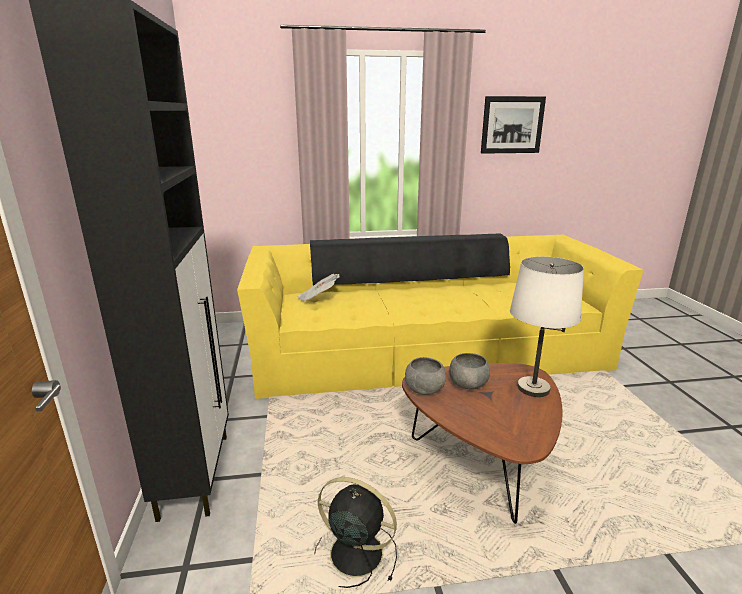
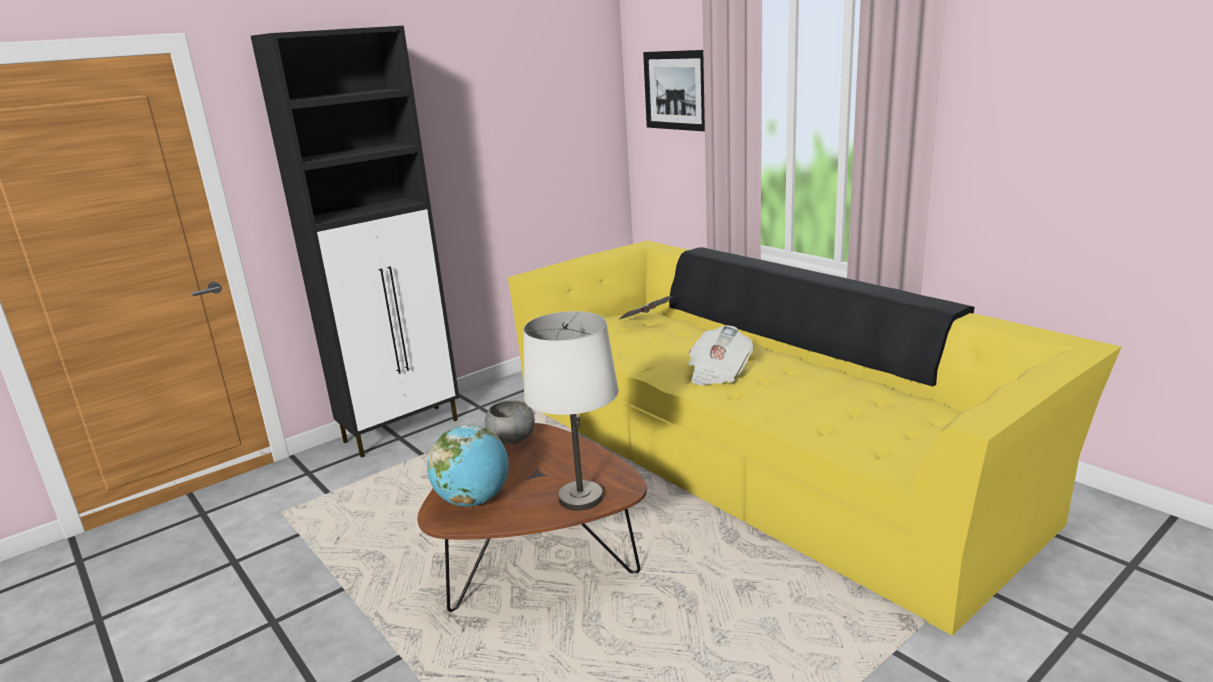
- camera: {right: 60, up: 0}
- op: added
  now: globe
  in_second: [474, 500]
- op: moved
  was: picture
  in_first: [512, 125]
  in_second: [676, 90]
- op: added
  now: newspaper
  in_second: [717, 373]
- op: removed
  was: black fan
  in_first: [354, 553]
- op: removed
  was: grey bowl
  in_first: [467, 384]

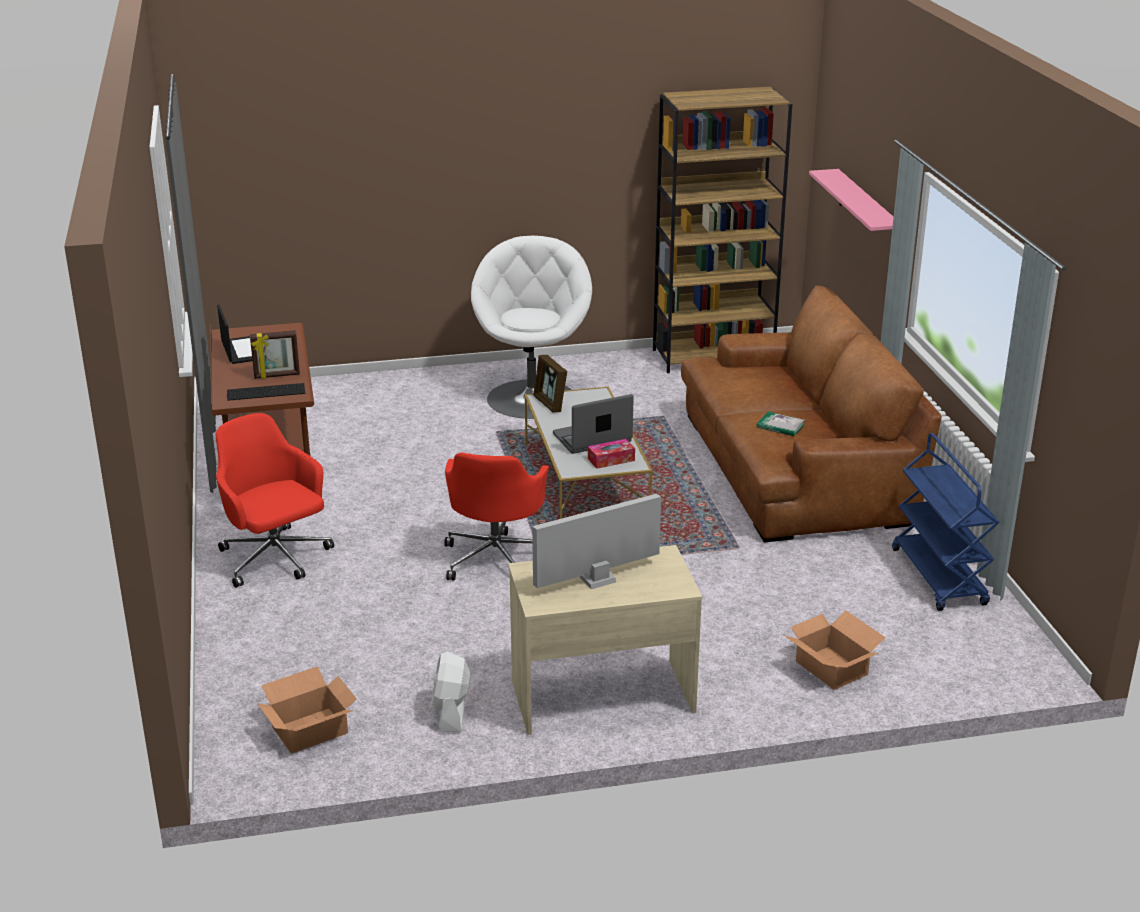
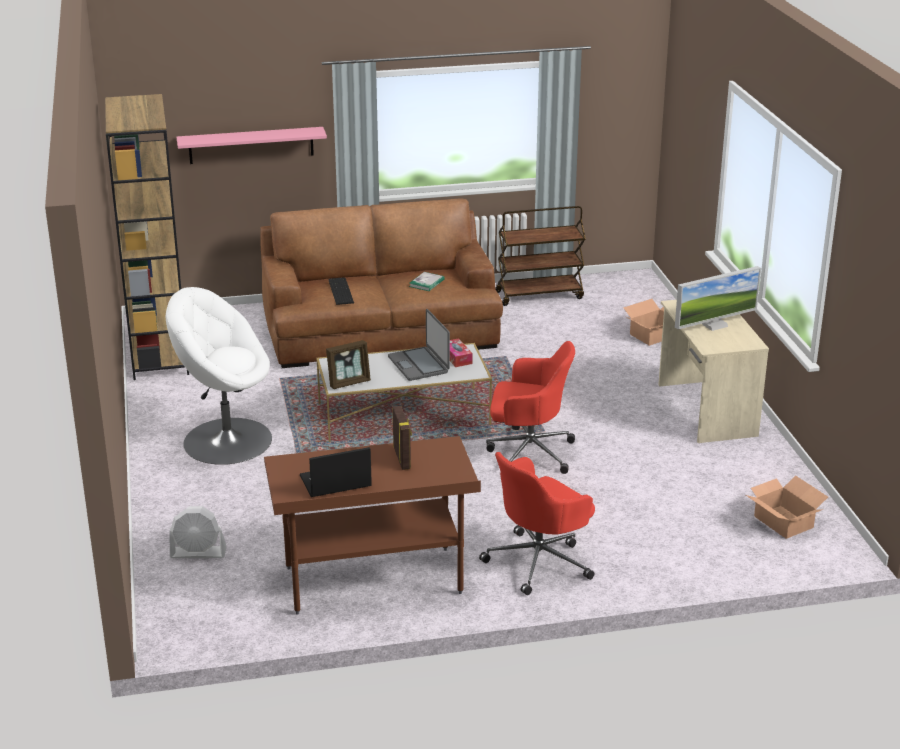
- camera: {right: -90, up: 0}
- op: moved
  was: white fan
  in_first: [451, 712]
  in_second: [198, 553]
- op: moved
  was: keyboard
  in_first: [265, 391]
  in_second: [340, 291]
- op: recoloured
  was: blue cart
  now: brown cart
  in_first: [939, 577]
  in_second: [539, 295]
- op: turned
  was: monitor
  in_first: [597, 579]
  in_second: [714, 325]
  clockwise: -90

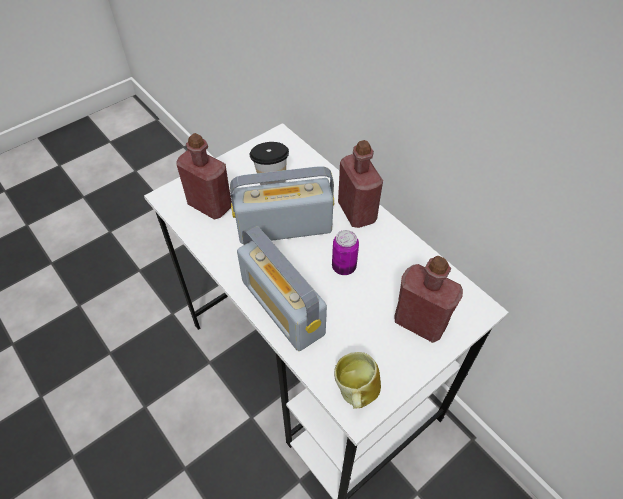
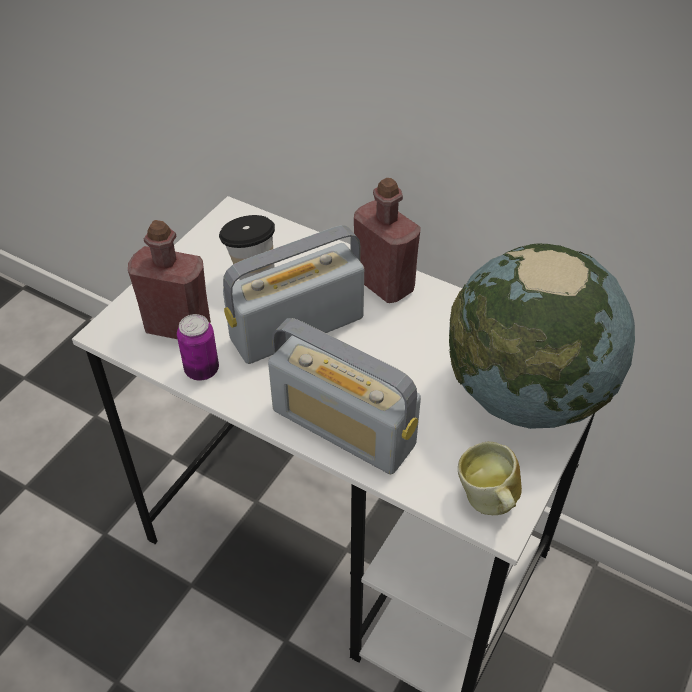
- camera: {right: -20, up: -5}
- op: moved
  was: can
  in_first: [344, 267]
  in_second: [202, 370]
- op: replaced
  was: red bottle
  now: globe
  in_first: [420, 322]
  in_second: [526, 394]

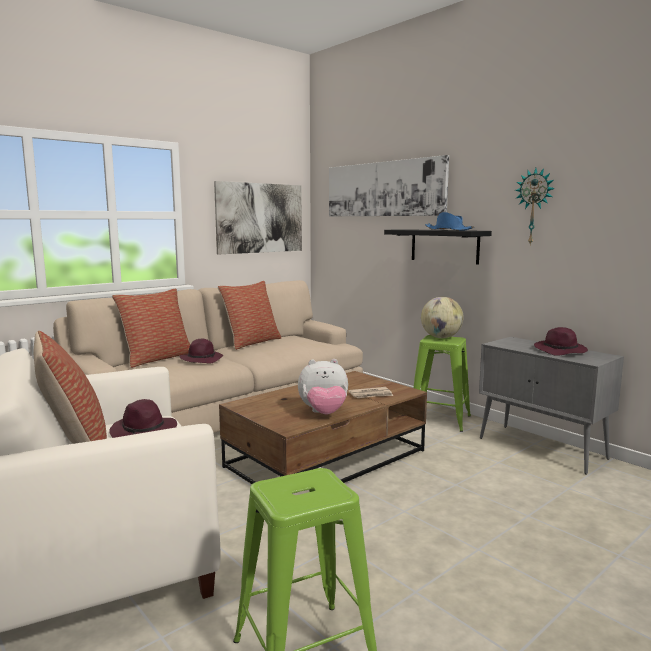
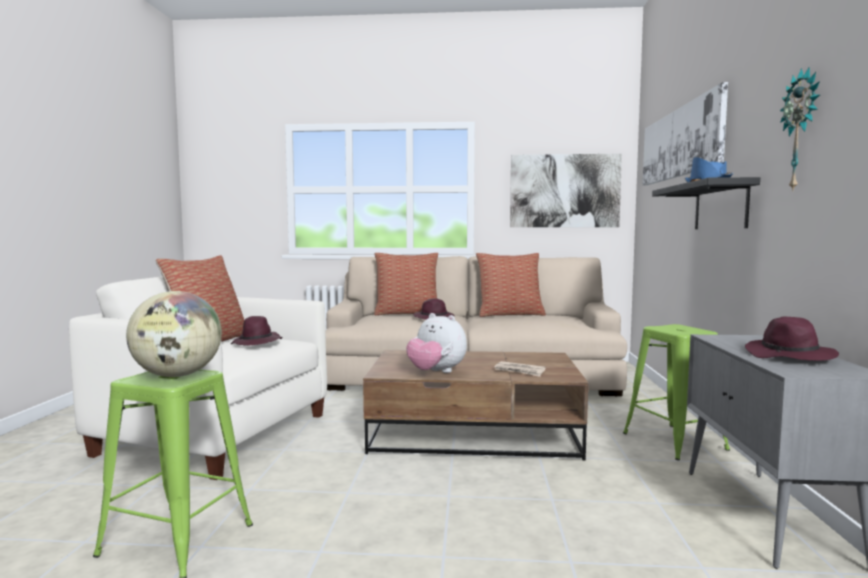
- camera: {right: 45, up: -5}
- op: moved
  was: globe
  in_first: [441, 337]
  in_second: [177, 375]

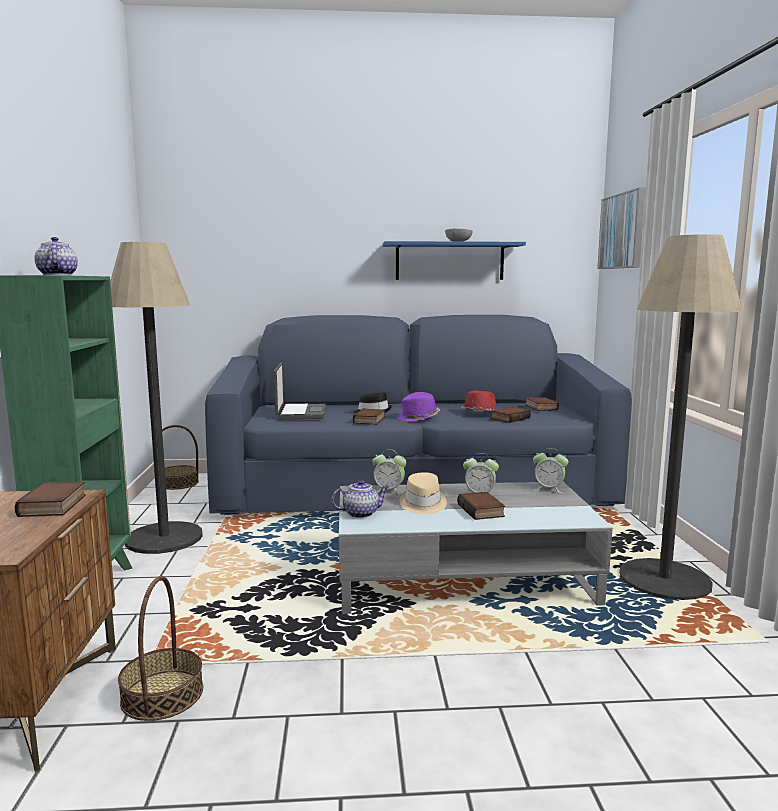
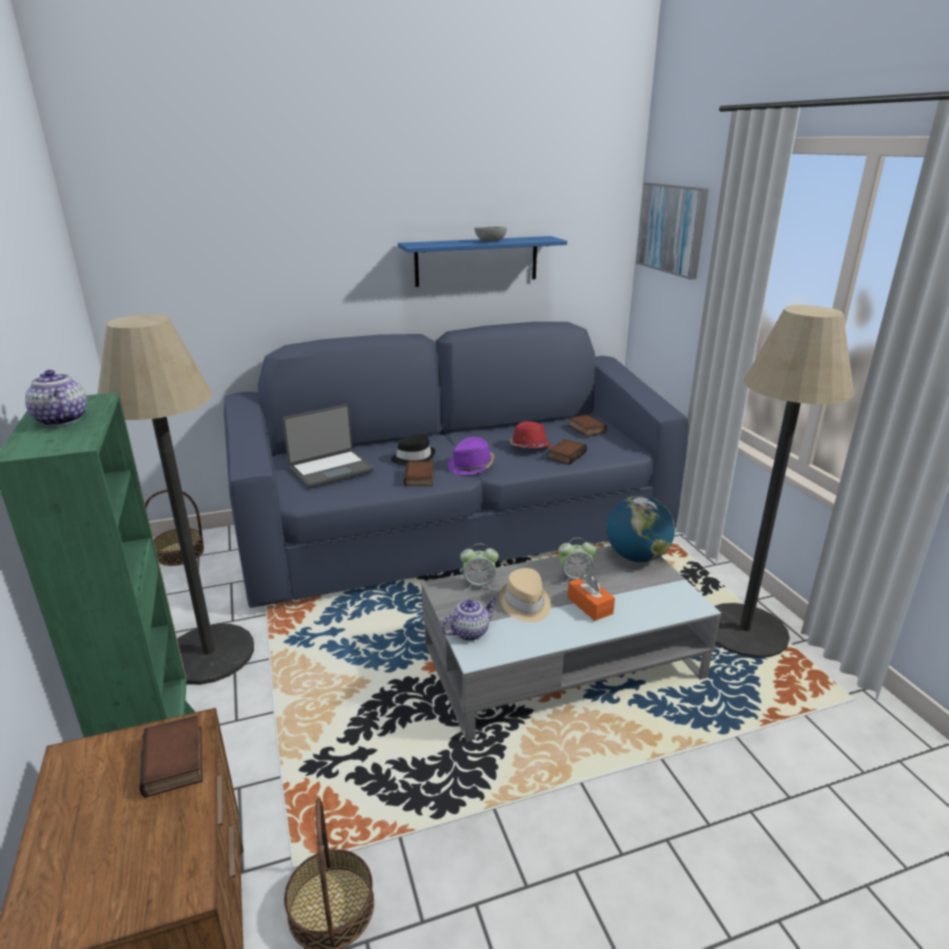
- camera: {right: -15, up: 15}
- op: turned
  was: laptop
  in_first: [300, 413]
  in_second: [331, 469]
  clockwise: 75
- op: replaced
  was: book
  now: orange tissue box
  in_first: [482, 510]
  in_second: [589, 605]
- op: replaced
  was: alarm clock
  now: globe
  in_first: [549, 489]
  in_second: [636, 557]

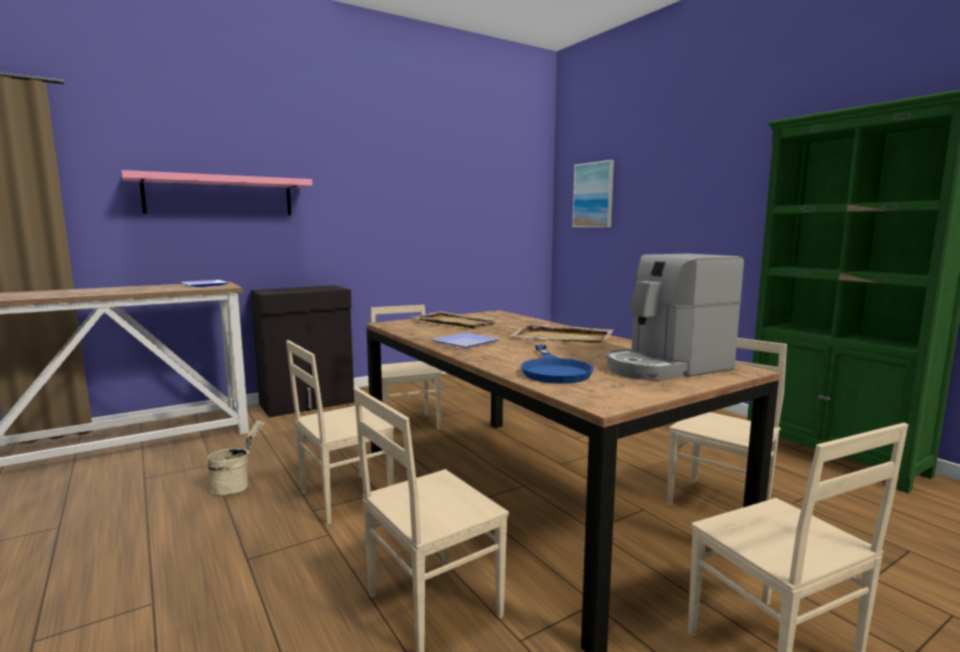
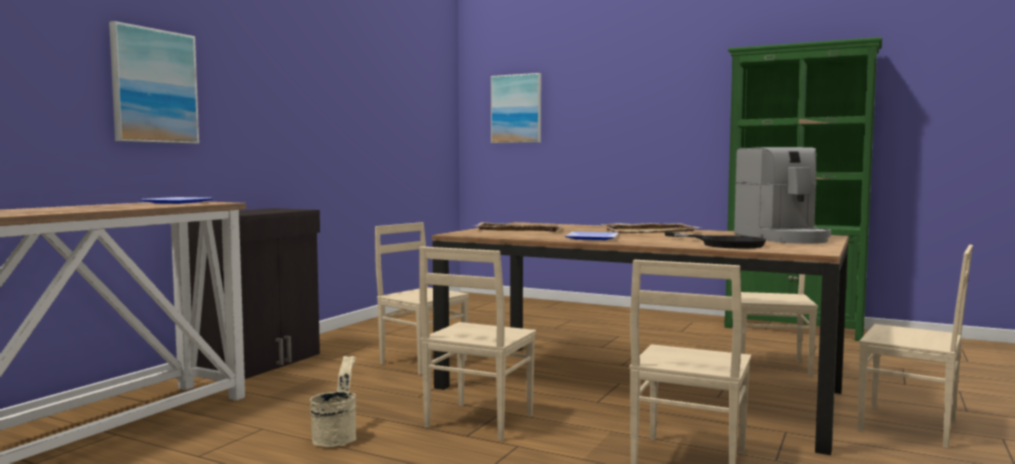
- camera: {right: -30, up: -5}
- op: replaced
  was: pink shelf
  now: picture
  in_first: [220, 196]
  in_second: [154, 86]
- op: recoloured
  was: blue frying pan
  now: black frying pan
  in_first: [554, 370]
  in_second: [723, 244]
- op: turned
  was: coffee machine
  in_first: [666, 367]
  in_second: [783, 238]
  clockwise: -45

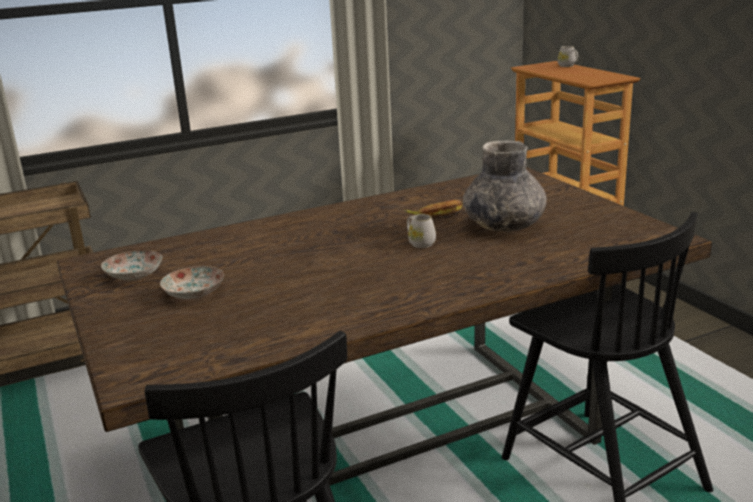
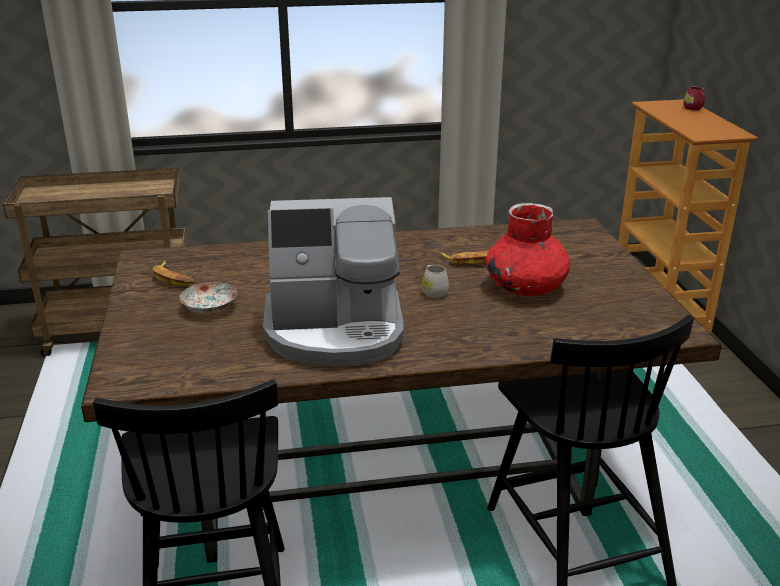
- camera: {right: 15, up: 5}
- op: replaced
  was: plate
  now: banana
  in_first: [135, 274]
  in_second: [173, 278]
- op: added
  now: coffee machine
  in_second: [335, 331]
- op: recoloured
  was: grey vase
  now: red vase
  in_first: [503, 225]
  in_second: [525, 287]
- op: recoloured
  was: white mug
  now: red mug
  in_first: [568, 66]
  in_second: [694, 109]

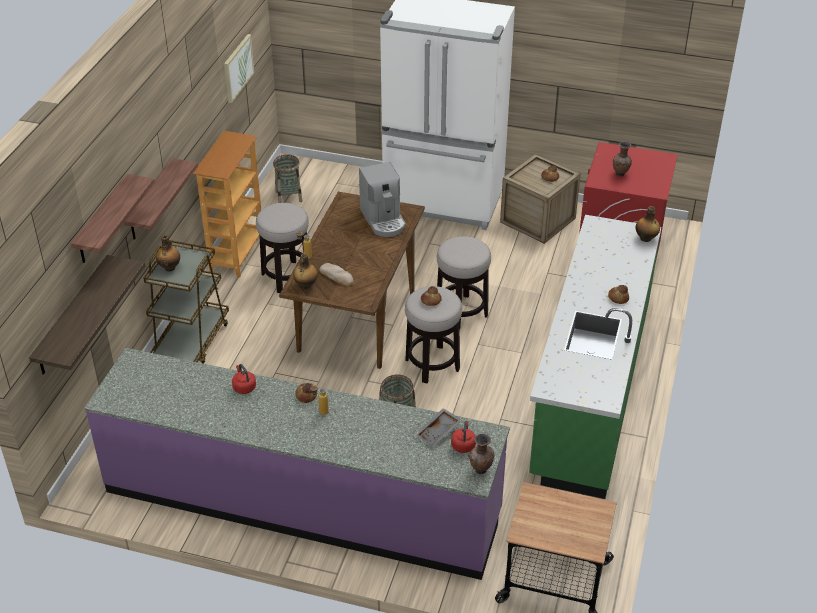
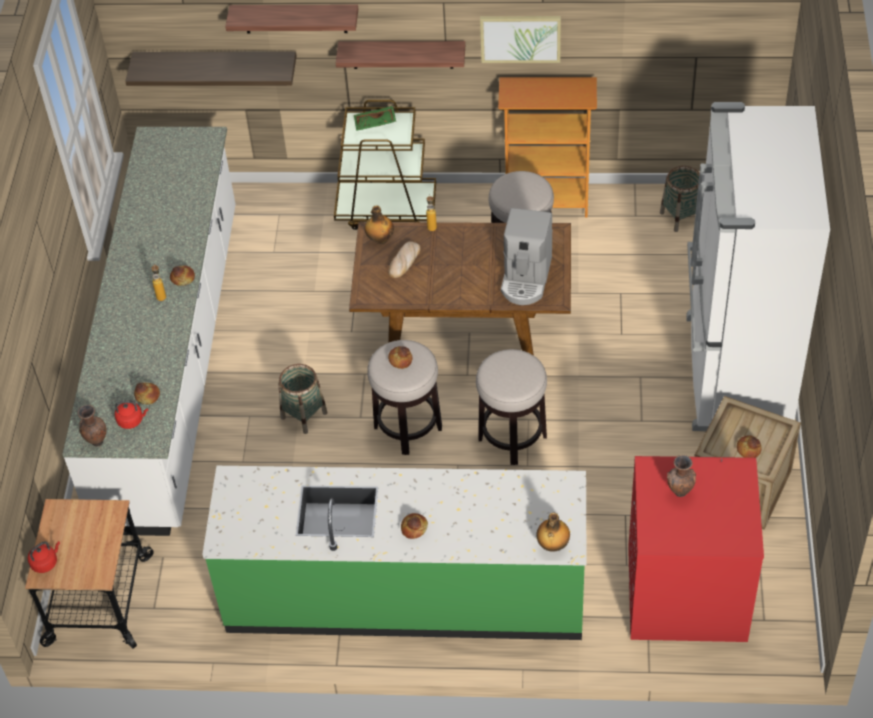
- camera: {right: 80, up: 10}
- op: moved
  was: red kettle
  in_first: [244, 387]
  in_second: [45, 562]
- op: recoloured
  was: purple counter
  now: white counter
  in_first: [302, 502]
  in_second: [172, 363]
- op: replaced
  was: grey tray
  now: bread
  in_first: [439, 432]
  in_second: [147, 396]
- op: replaced
  was: bottle
  now: green tray
  in_first: [170, 267]
  in_second: [375, 123]
- op: moved
  was: picture
  in_first: [237, 68]
  in_second: [520, 38]
- op: turned
  was: coffee machine
  in_first: [383, 220]
  in_second: [526, 278]
  clockwise: -45

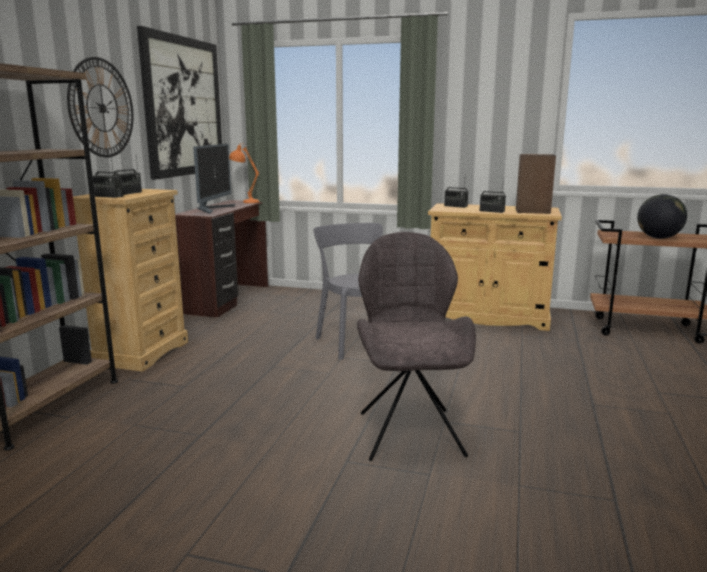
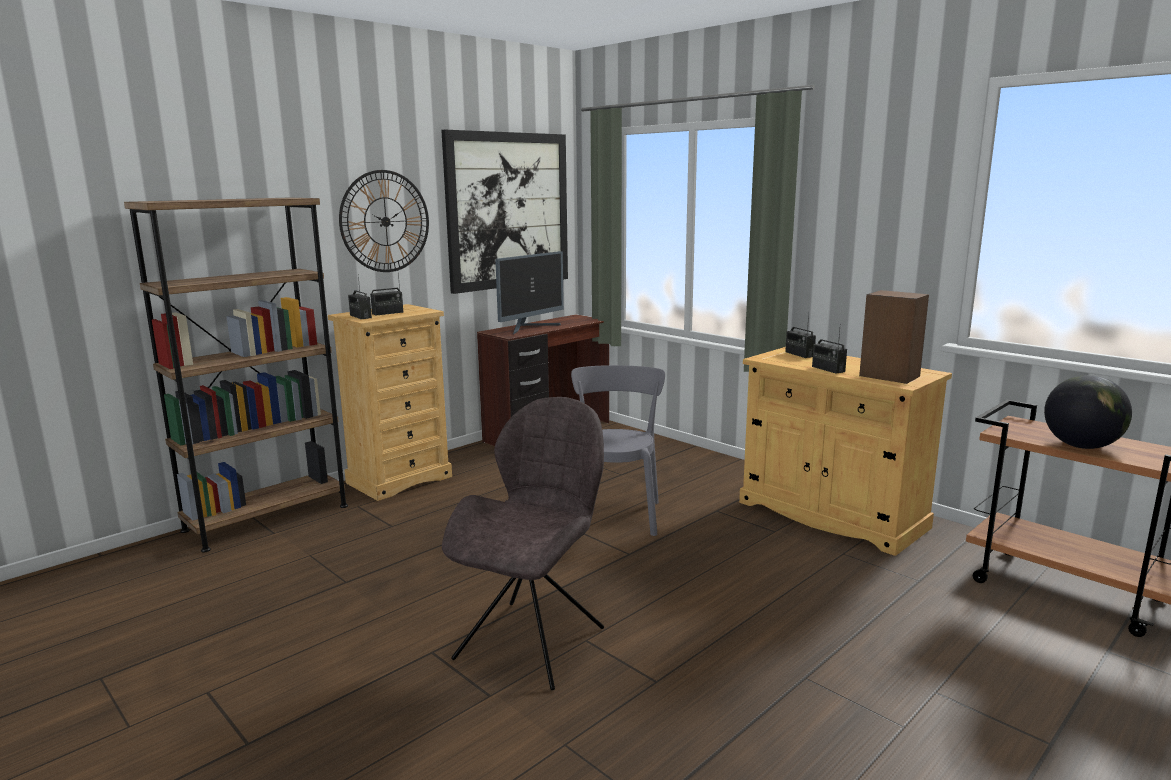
- camera: {right: 30, up: 0}
- op: removed
  was: orange table lamp
  in_first: [245, 201]

